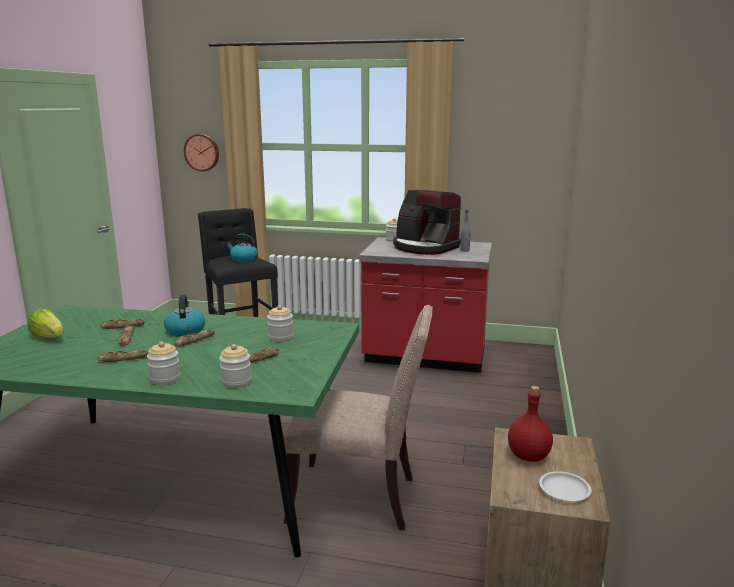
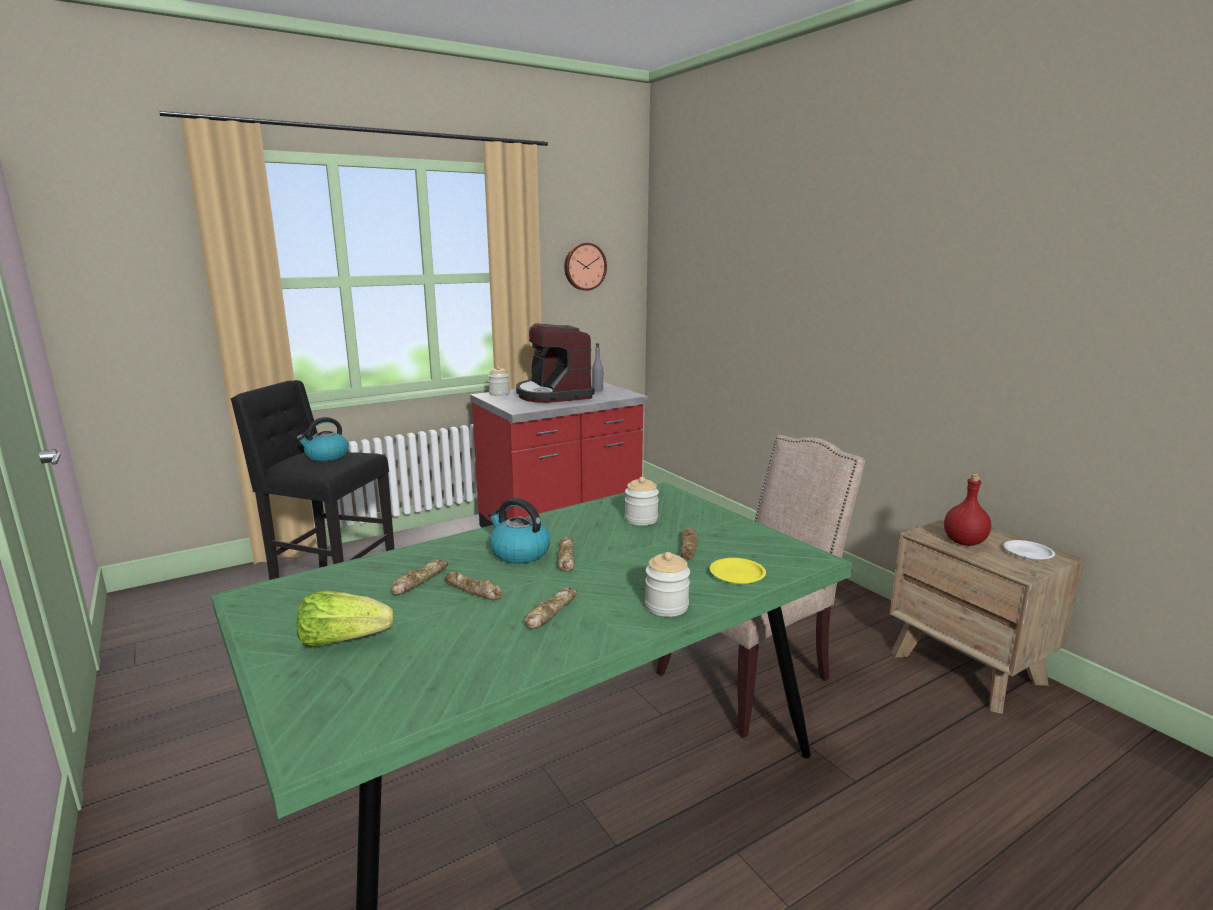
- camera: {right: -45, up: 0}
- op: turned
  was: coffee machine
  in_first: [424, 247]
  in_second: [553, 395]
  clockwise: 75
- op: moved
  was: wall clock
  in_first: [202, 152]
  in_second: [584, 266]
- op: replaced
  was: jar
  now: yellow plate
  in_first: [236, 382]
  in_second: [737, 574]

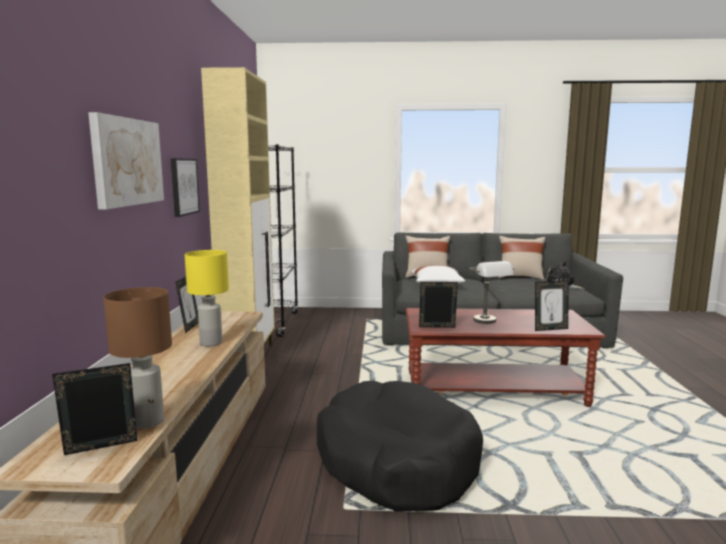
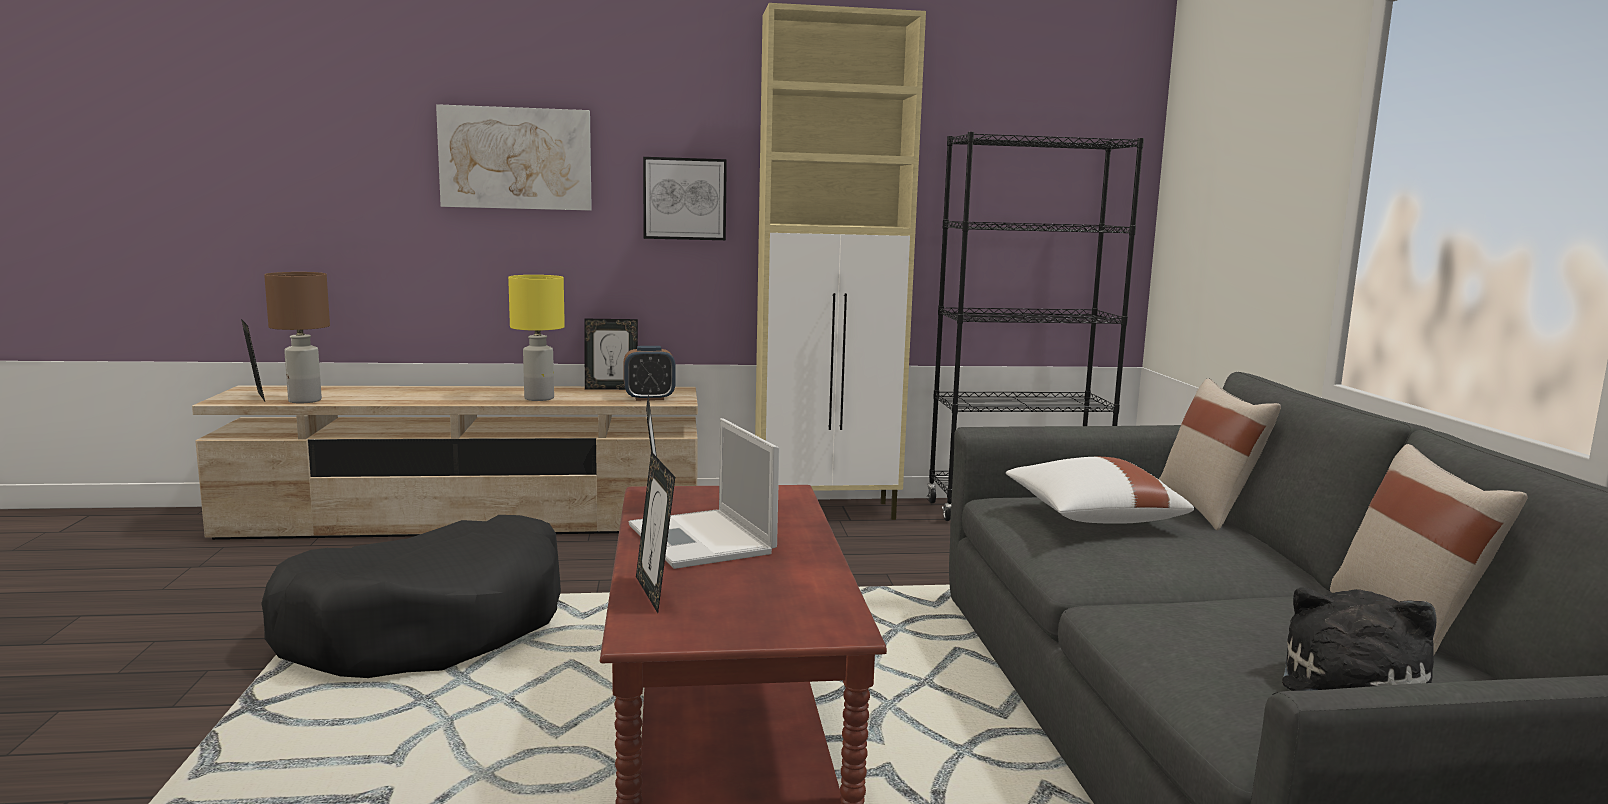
- camera: {right: 80, up: 0}
- op: added
  now: alarm clock
  in_second: [649, 398]
- op: replaced
  was: grey table lamp
  now: laptop
  in_first: [489, 322]
  in_second: [702, 540]

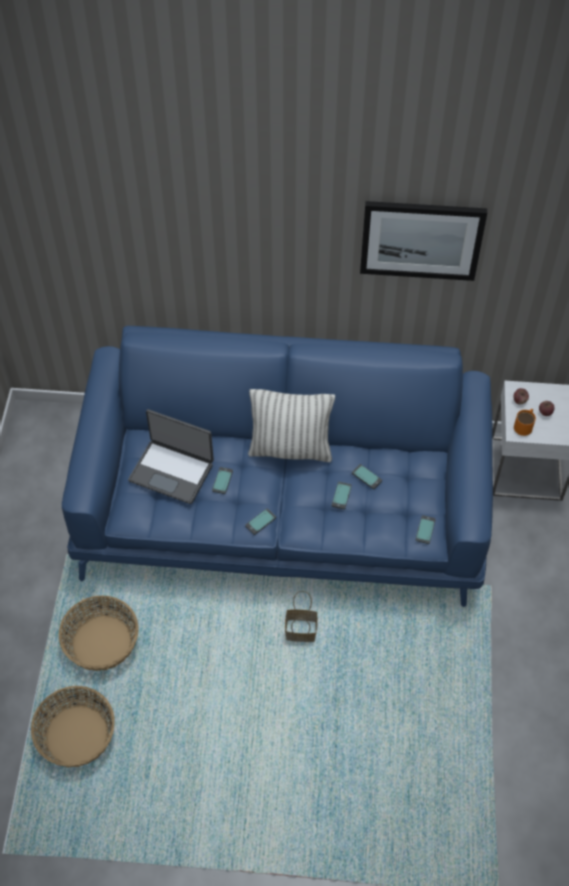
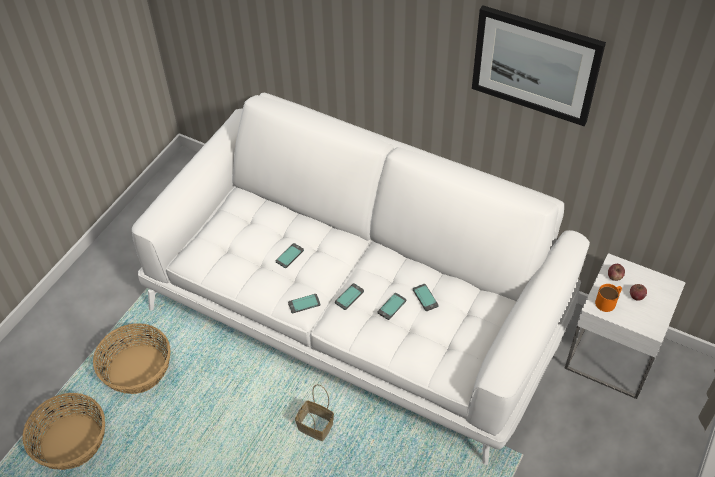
- camera: {right: 25, up: -5}
- op: recoloured
  was: blue sofa
  now: white sofa
  in_first: [284, 506]
  in_second: [359, 308]
- op: moved
  was: phone
  in_first: [425, 530]
  in_second: [349, 297]
- op: removed
  was: laptop
  in_first: [172, 471]
- op: removed
  was: pillow
  in_first: [290, 449]

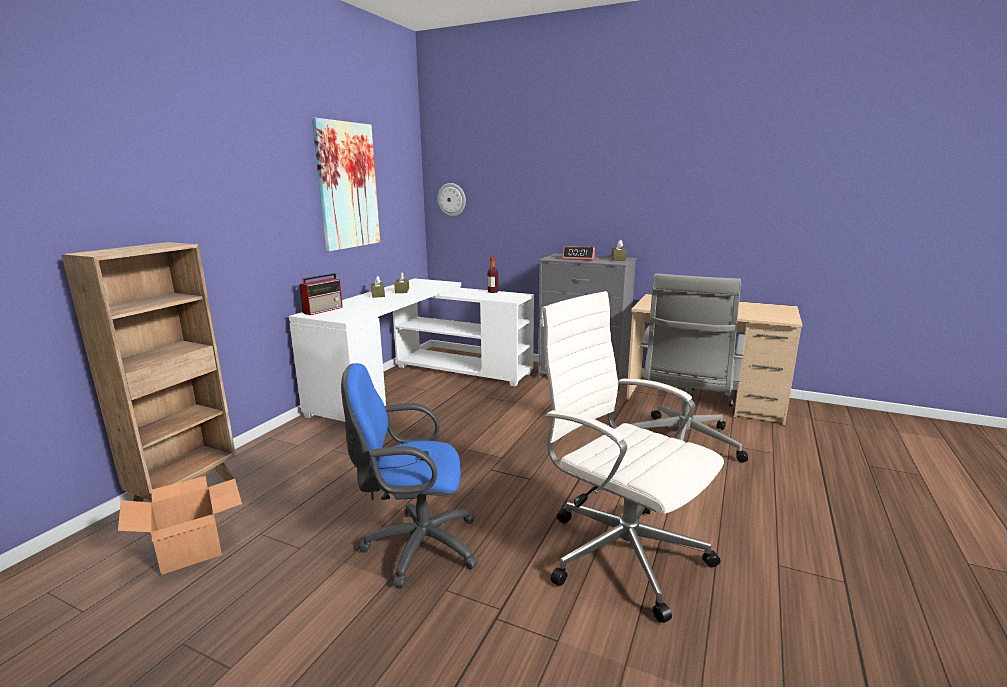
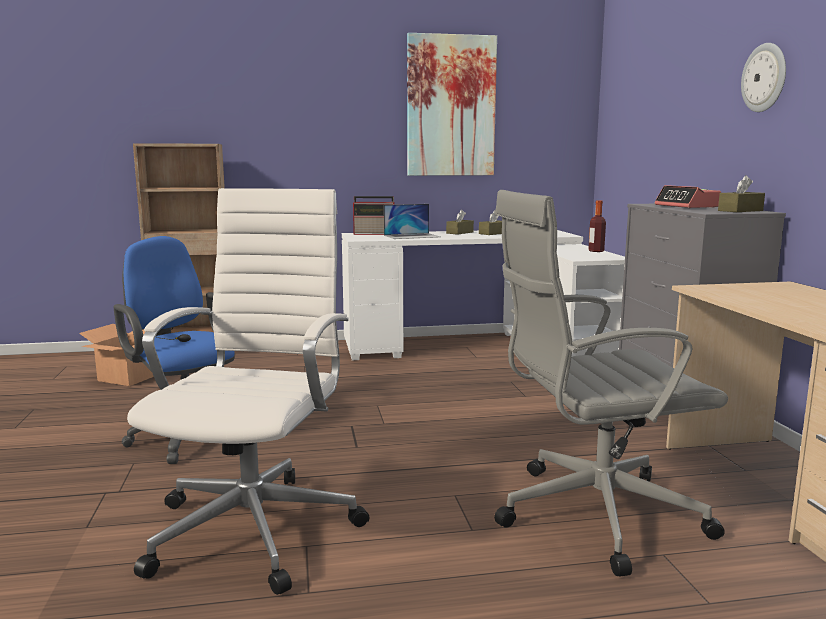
- camera: {right: 55, up: -5}
- op: added
  now: laptop
  in_second: [412, 236]
- op: moved
  was: wall clock
  in_first: [452, 199]
  in_second: [764, 78]

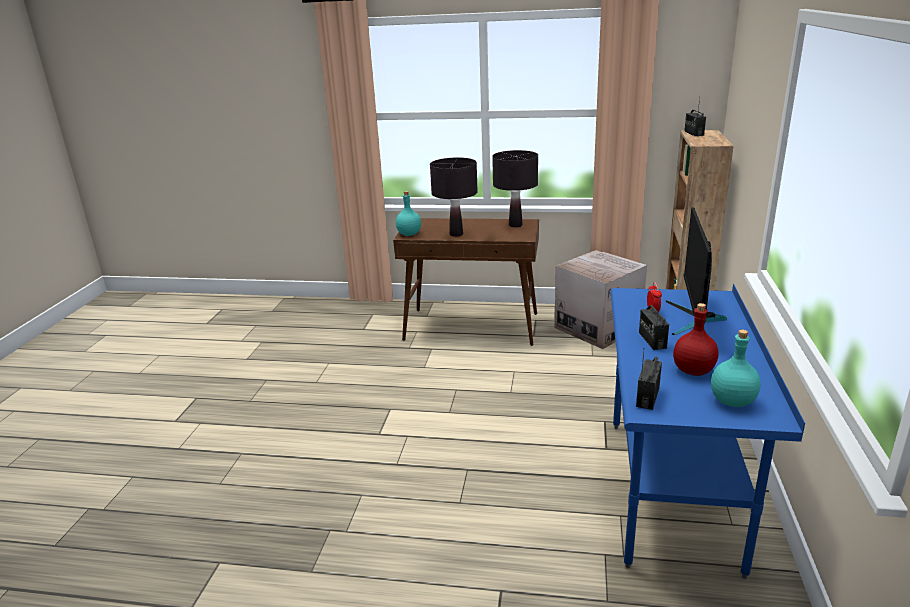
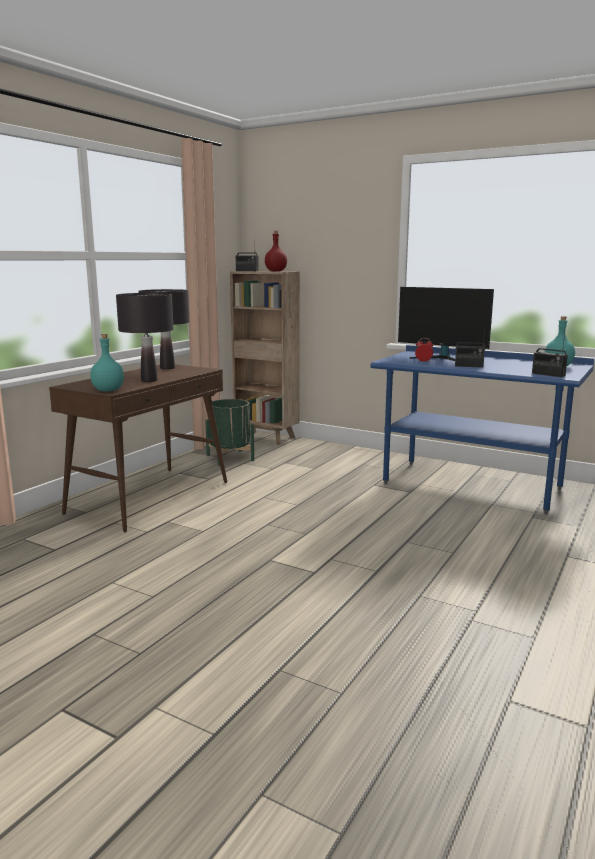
- camera: {right: -70, up: -10}
- op: replaced
  was: cardboard box
  now: green planter
  in_first: [598, 328]
  in_second: [230, 458]
- op: moved
  was: red bottle
  in_first: [693, 371]
  in_second: [276, 271]

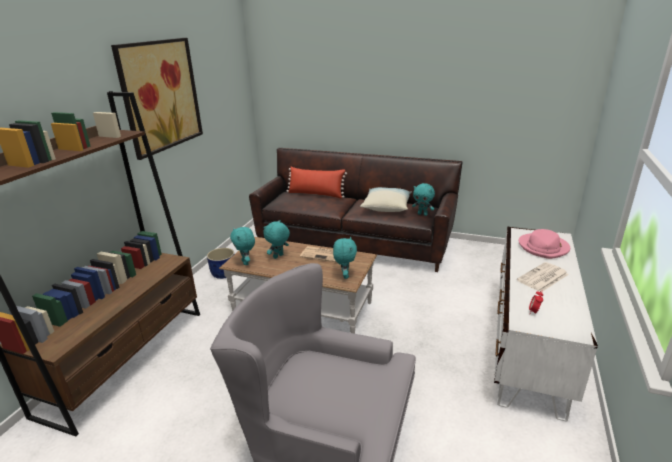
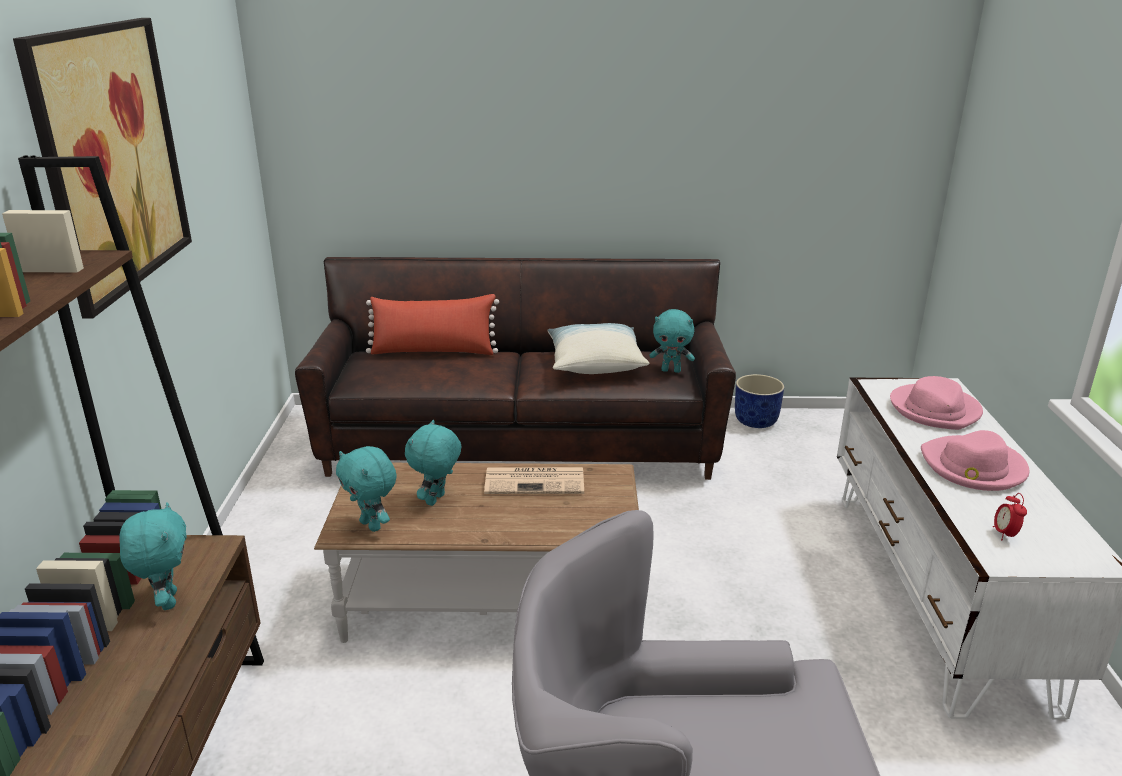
- camera: {right: -20, up: 0}
- op: moved
  was: turquoise plush toy
  in_first: [345, 275]
  in_second: [167, 601]
- op: moved
  was: blue planter
  in_first: [224, 274]
  in_second: [756, 420]
- op: replaced
  was: newspaper
  now: pink hat
  in_first: [542, 278]
  in_second: [973, 467]

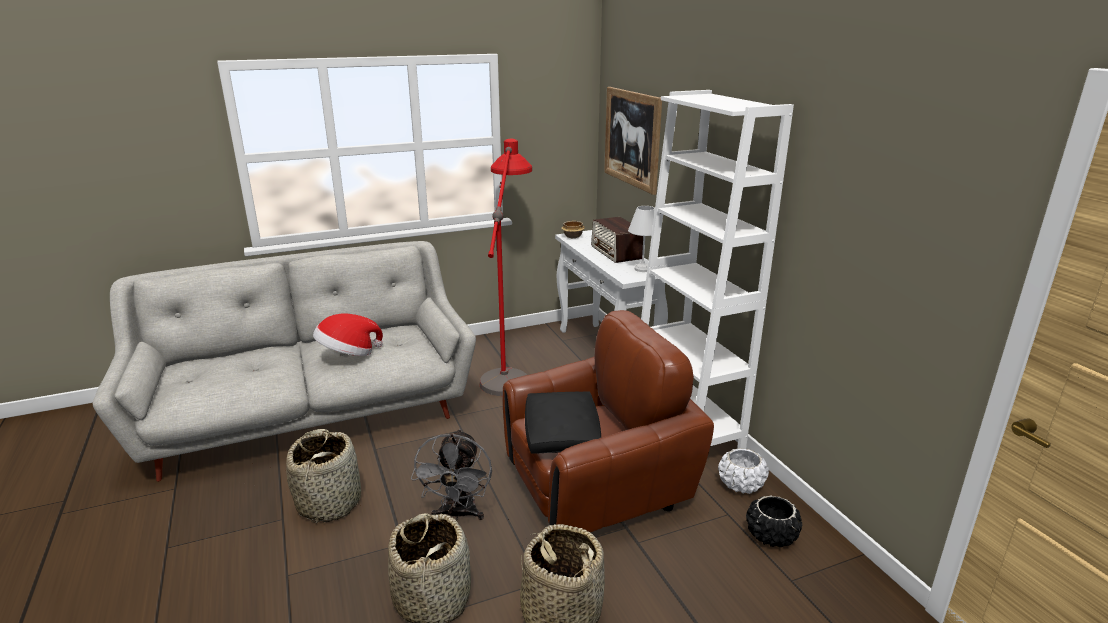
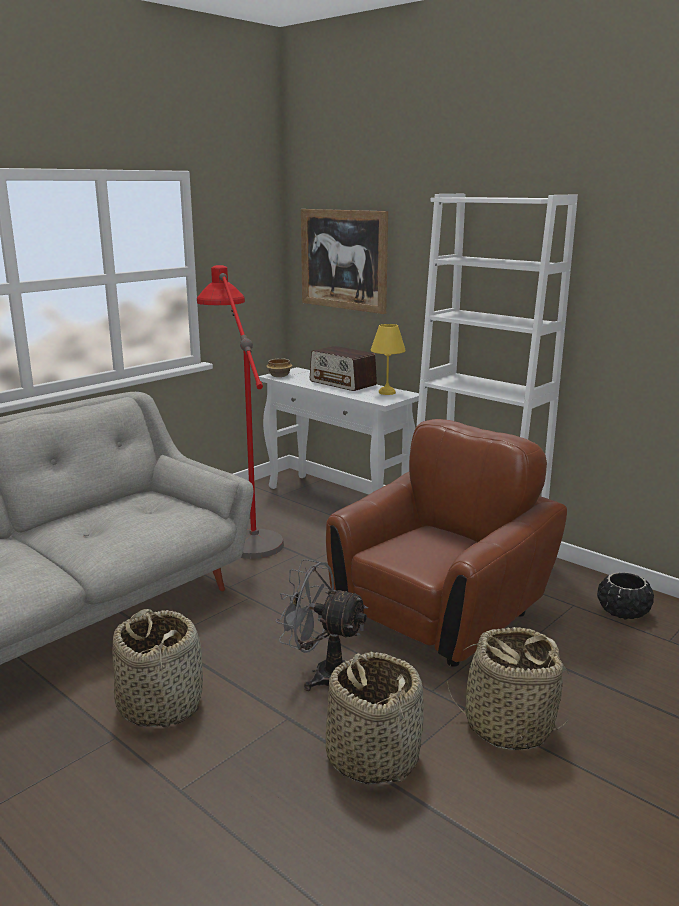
- camera: {right: -25, up: -5}
- op: turned
  was: grey fan
  in_first: [458, 514]
  in_second: [323, 674]
  clockwise: 135
- op: recoloured
  was: white table lamp
  now: yellow table lamp
  in_first: [643, 269]
  in_second: [387, 392]
- op: removed
  was: hat
  in_first: [348, 354]
- op: removed
  was: black pillow
  in_first: [562, 434]
- op: removed
  was: white planter
  in_first: [741, 484]

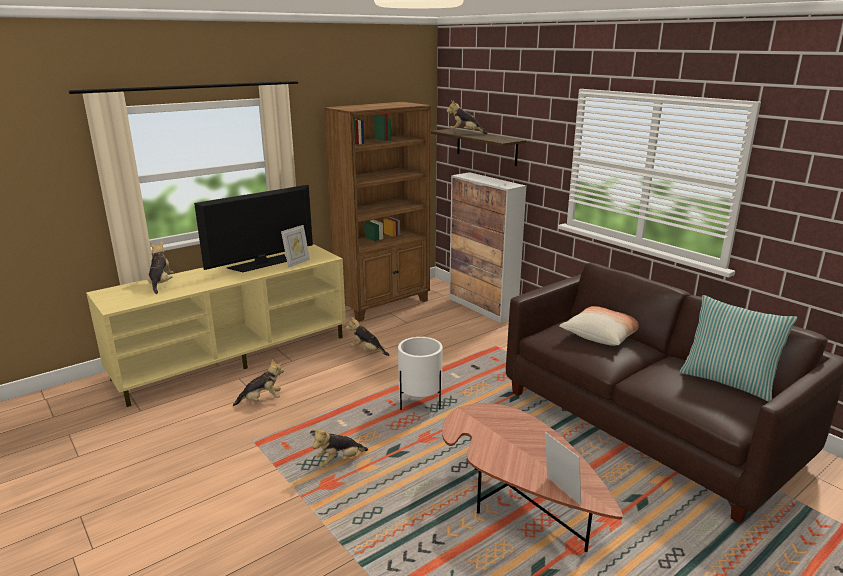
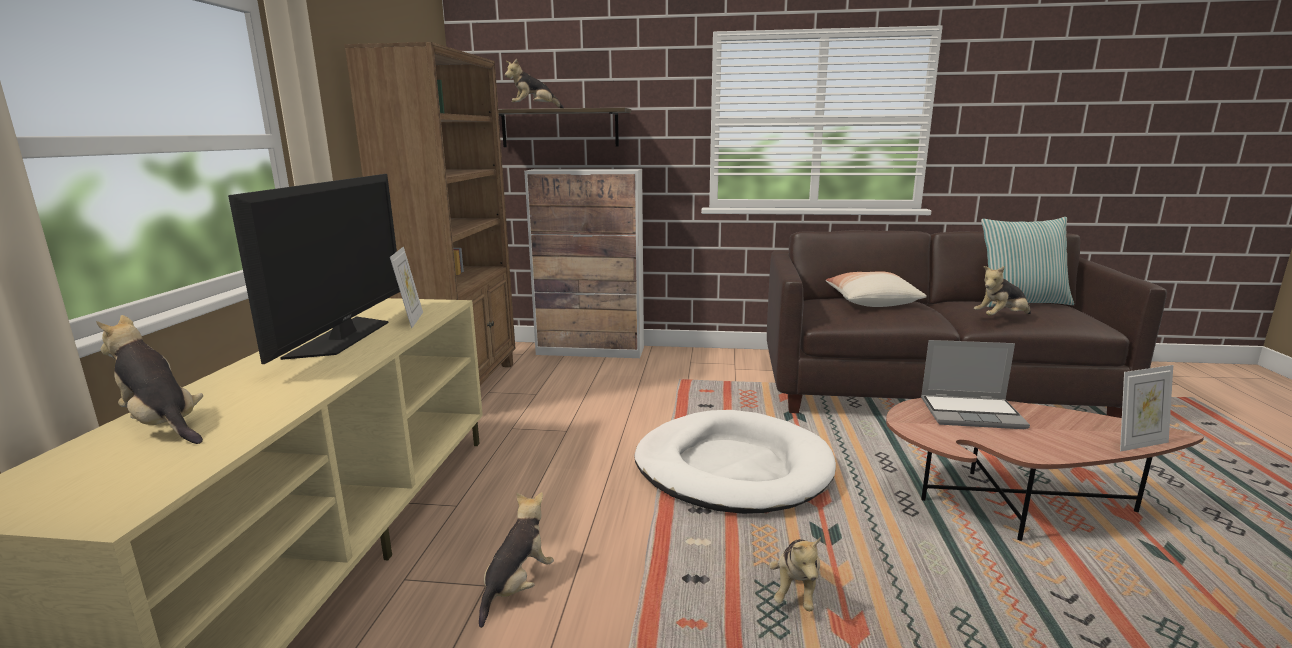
- camera: {right: -45, up: -5}
- op: replaced
  was: white planter
  now: white dog bed
  in_first: [420, 403]
  in_second: [732, 468]
- op: added
  now: laptop
  in_second: [972, 413]
- op: moved
  was: plush toy
  in_first: [367, 351]
  in_second: [1001, 318]
- op: turned
  was: picture frame
  in_first: [560, 492]
  in_second: [1138, 443]
  clockwise: 150

